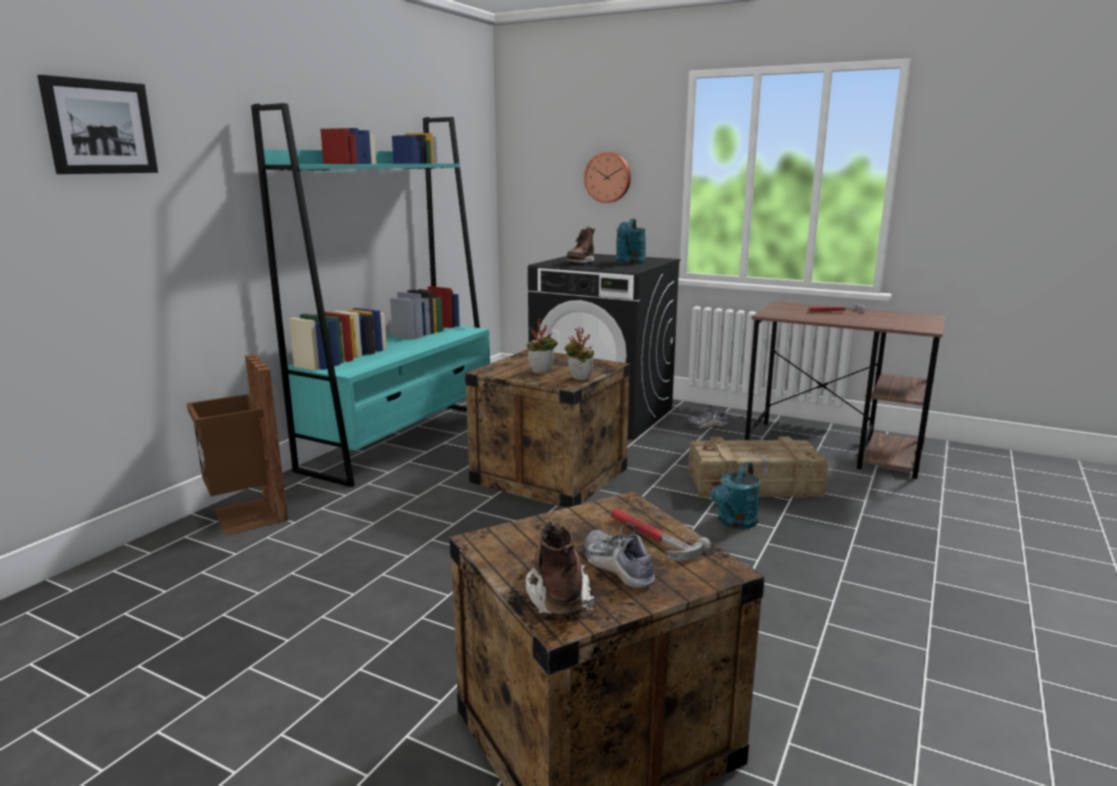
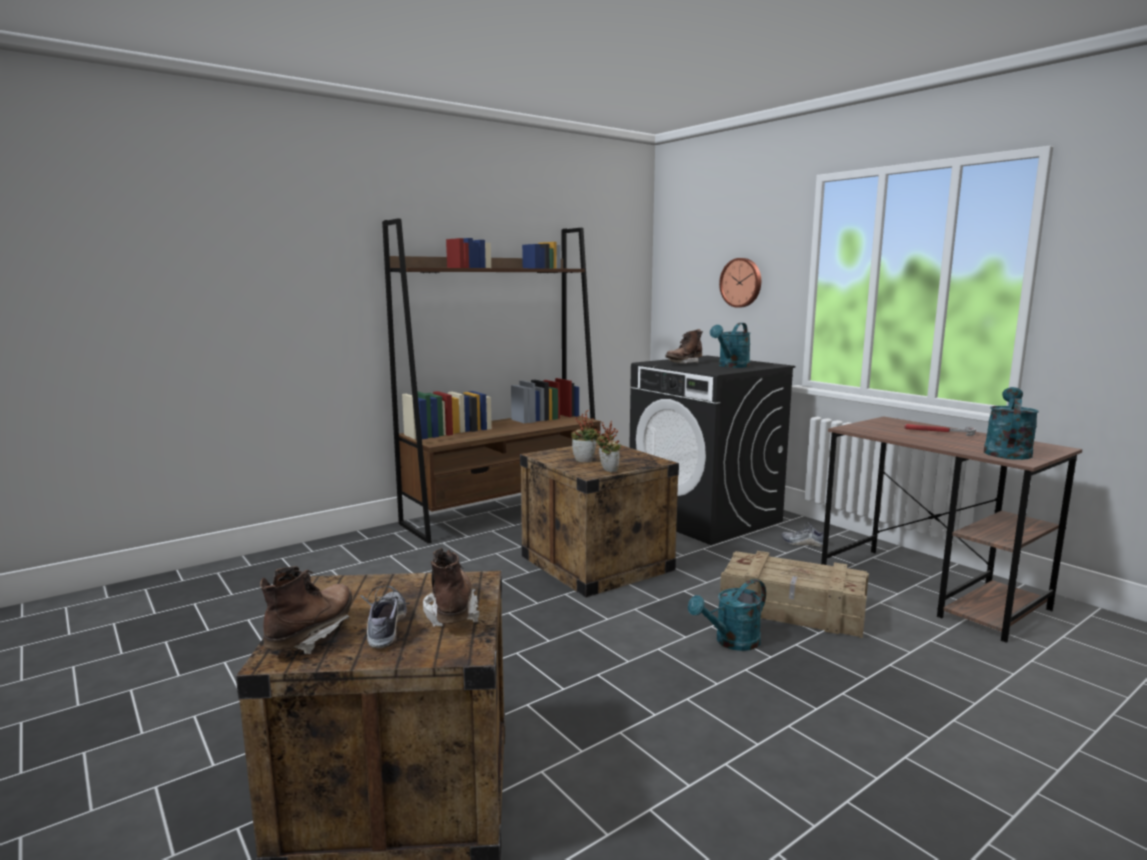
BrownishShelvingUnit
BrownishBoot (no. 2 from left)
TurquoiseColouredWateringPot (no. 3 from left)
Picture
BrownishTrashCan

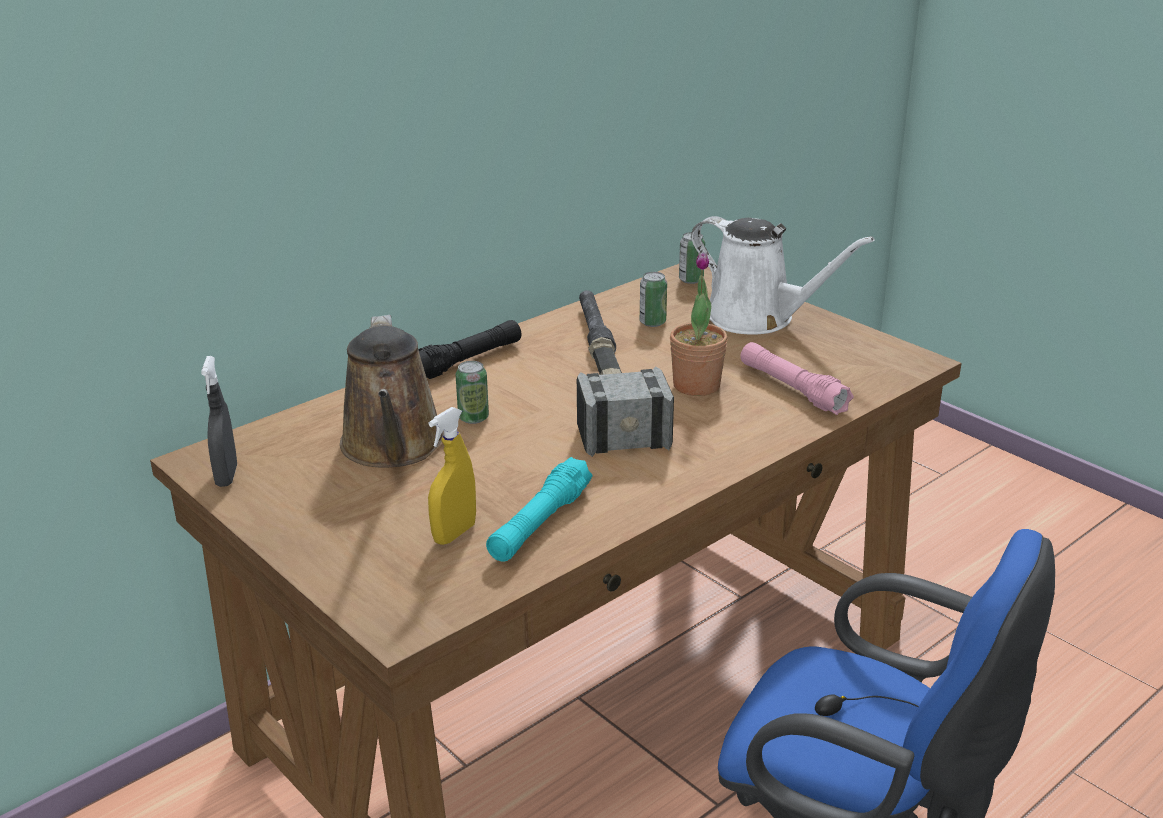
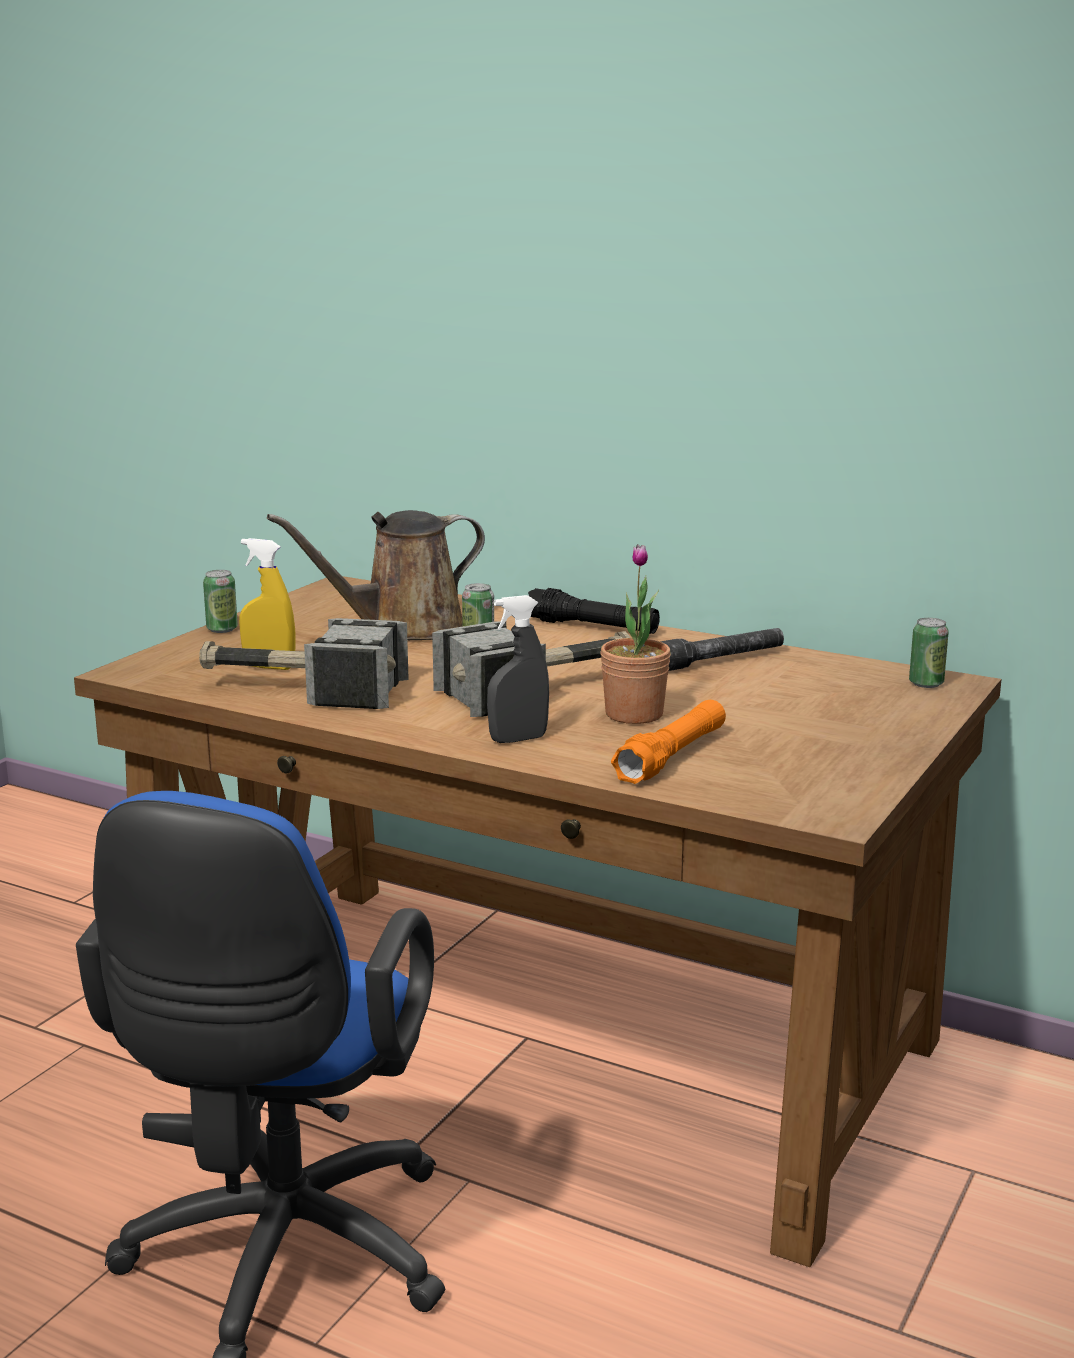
Hammer (no. 1 from left)
MetalCan (no. 1 from left)
GreySprayBottle
OrangeHandTorch
WhiteColouredWateringPot

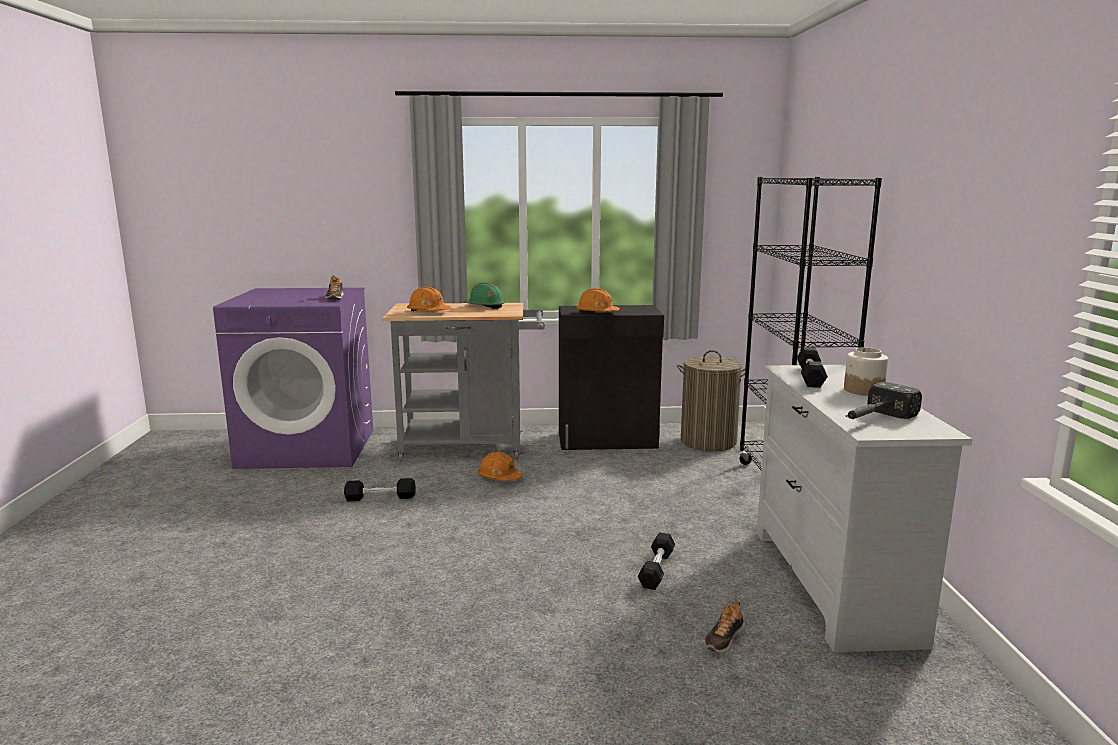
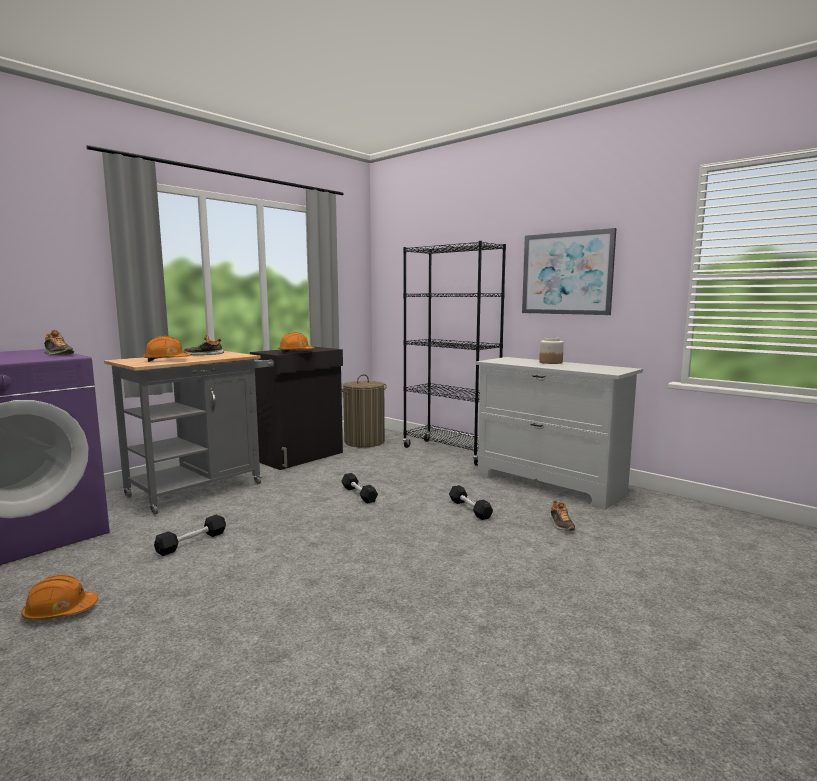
OrangeSafetyHelmet (no. 1 from left)
Shoe (no. 2 from left)
BlackColouredFreeWeight (no. 2 from left)
Picture
Hammer

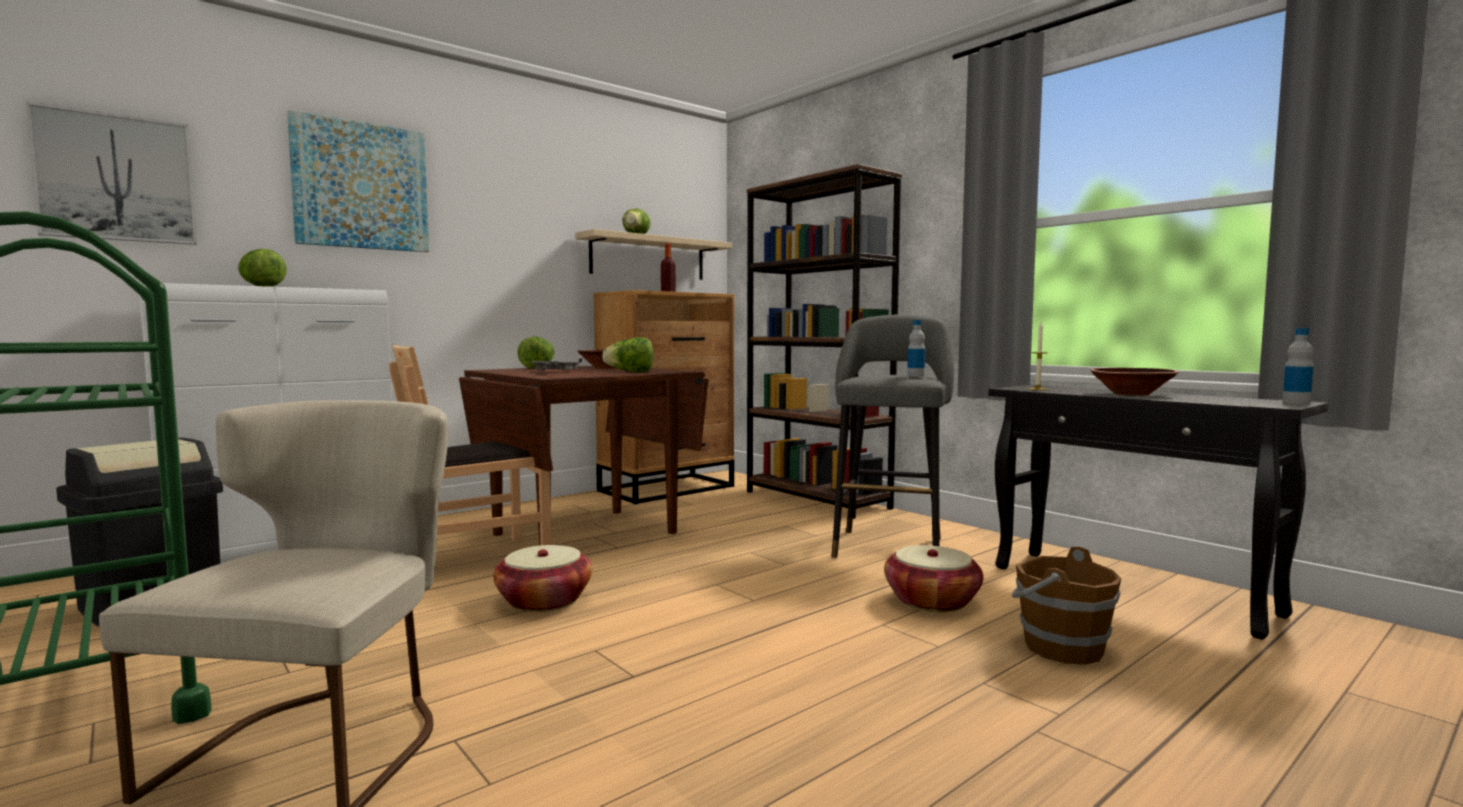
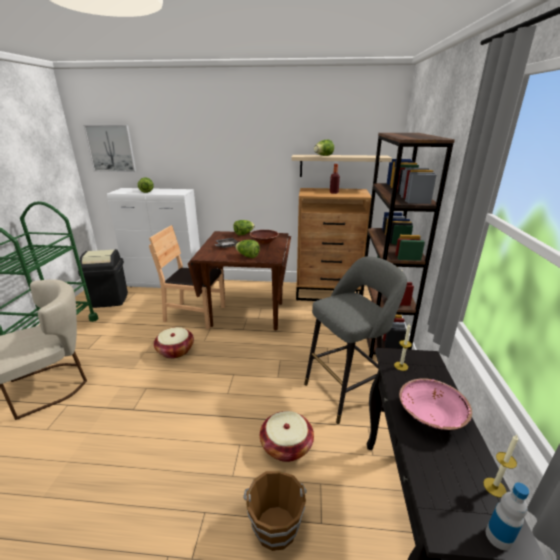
PinkColouredServingBowl
WaxLight (no. 2 from left)
Picture (no. 2 from left in the first image)
Bottle (no. 2 from left in the first image)

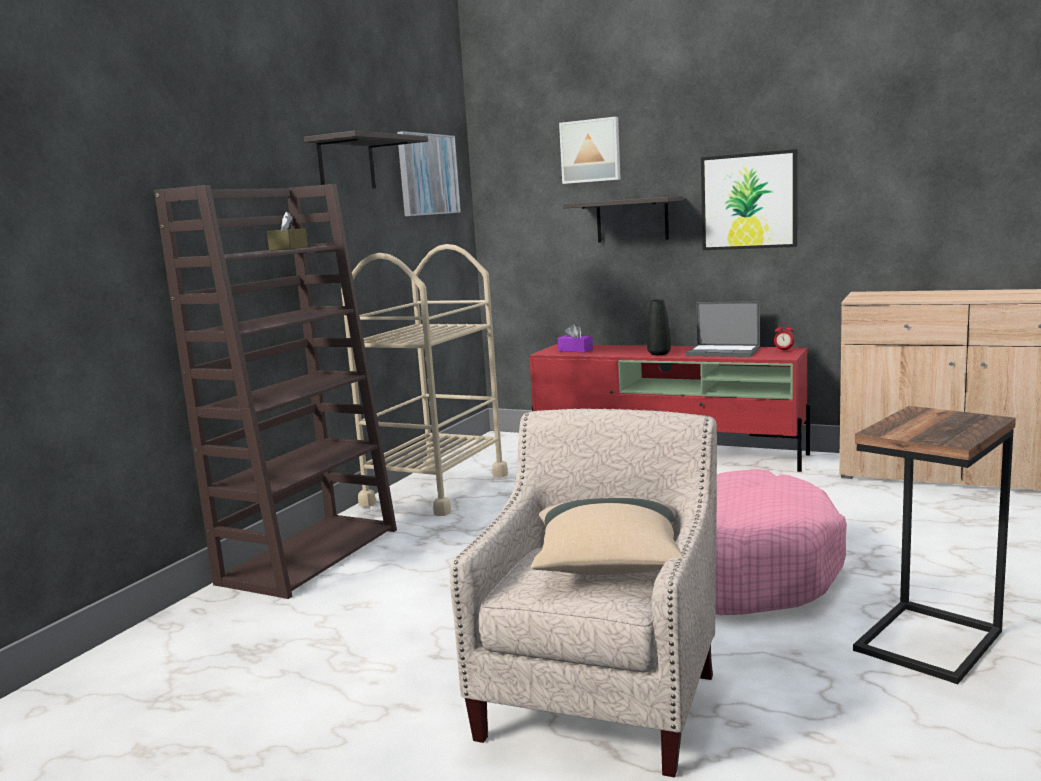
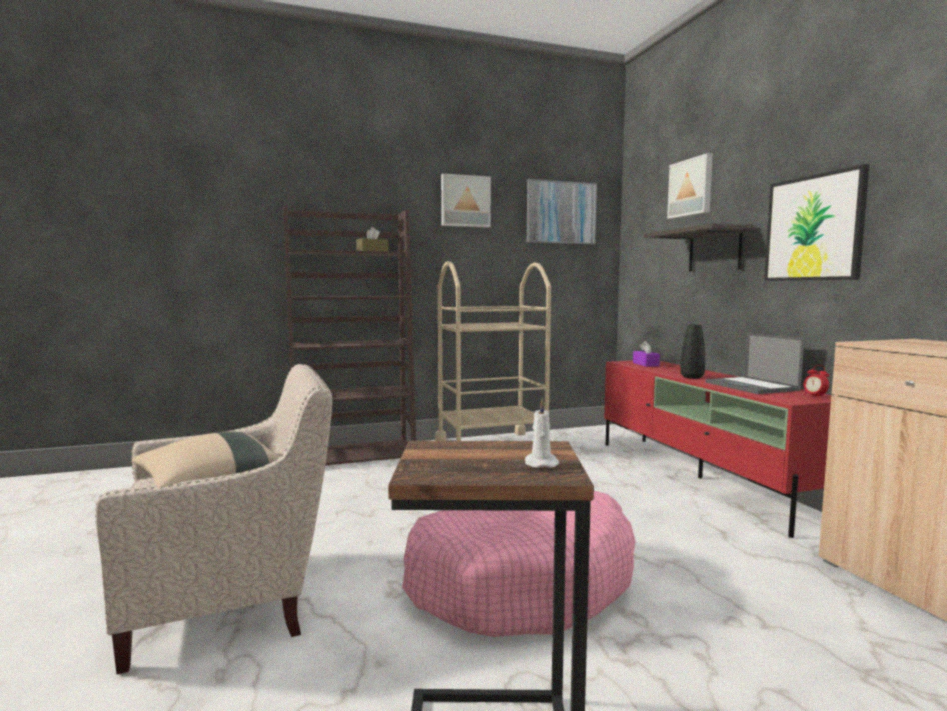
Picture (no. 1 from left)
WhiteColouredWaxLight

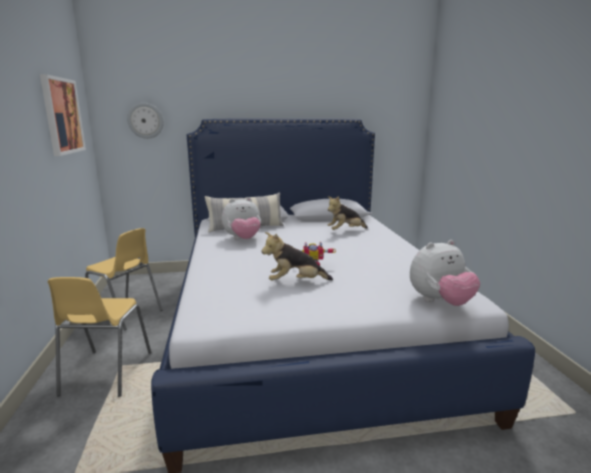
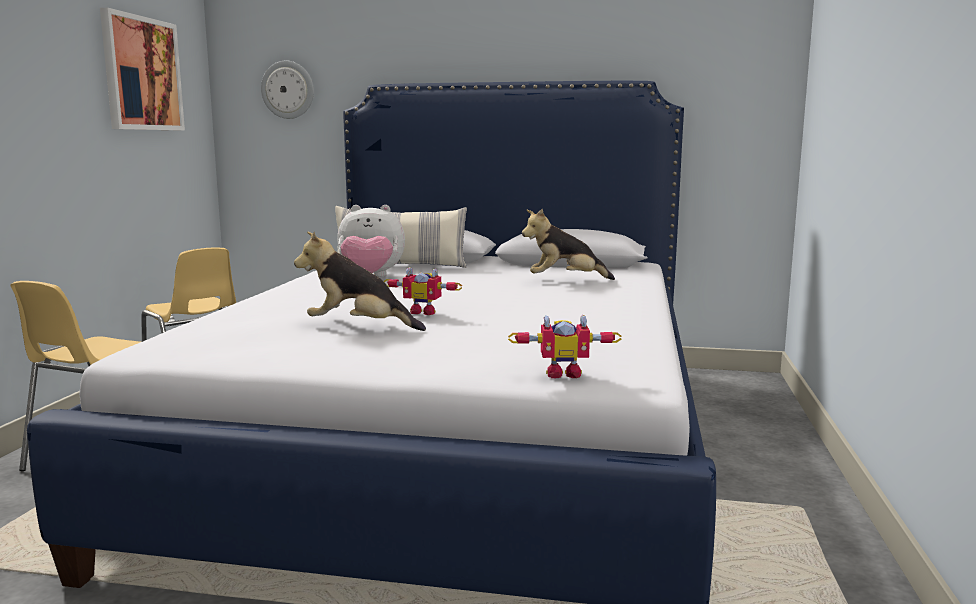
ToyRobot (no. 2 from left)

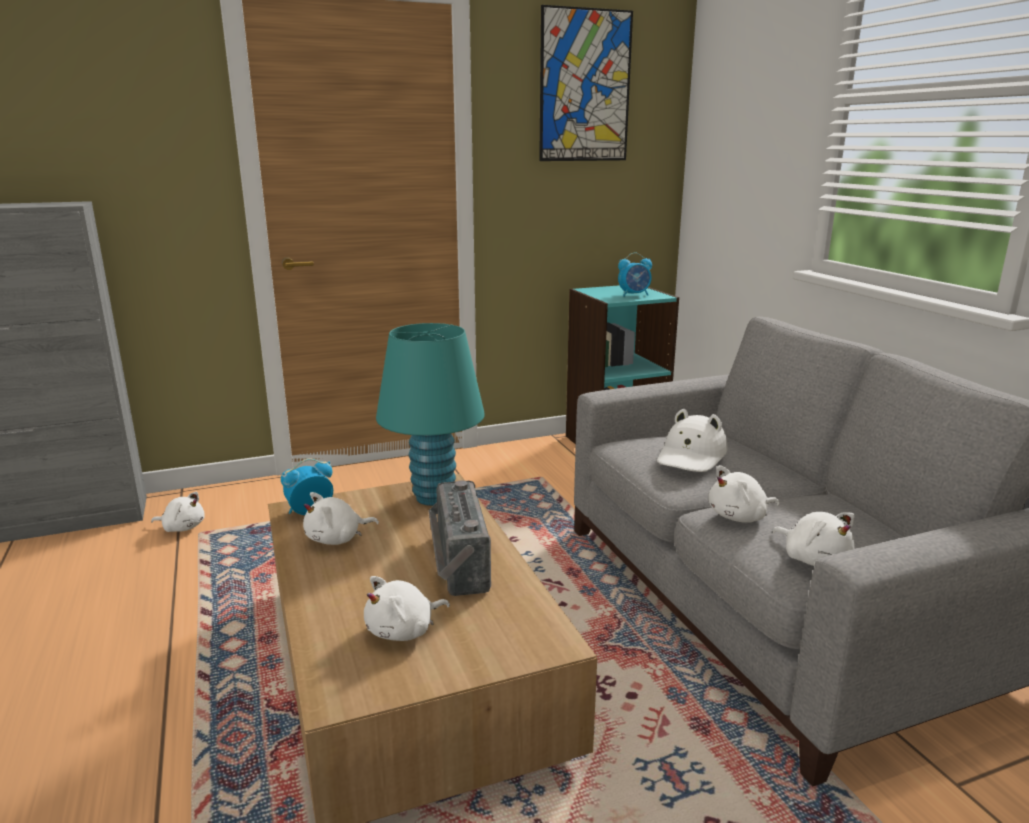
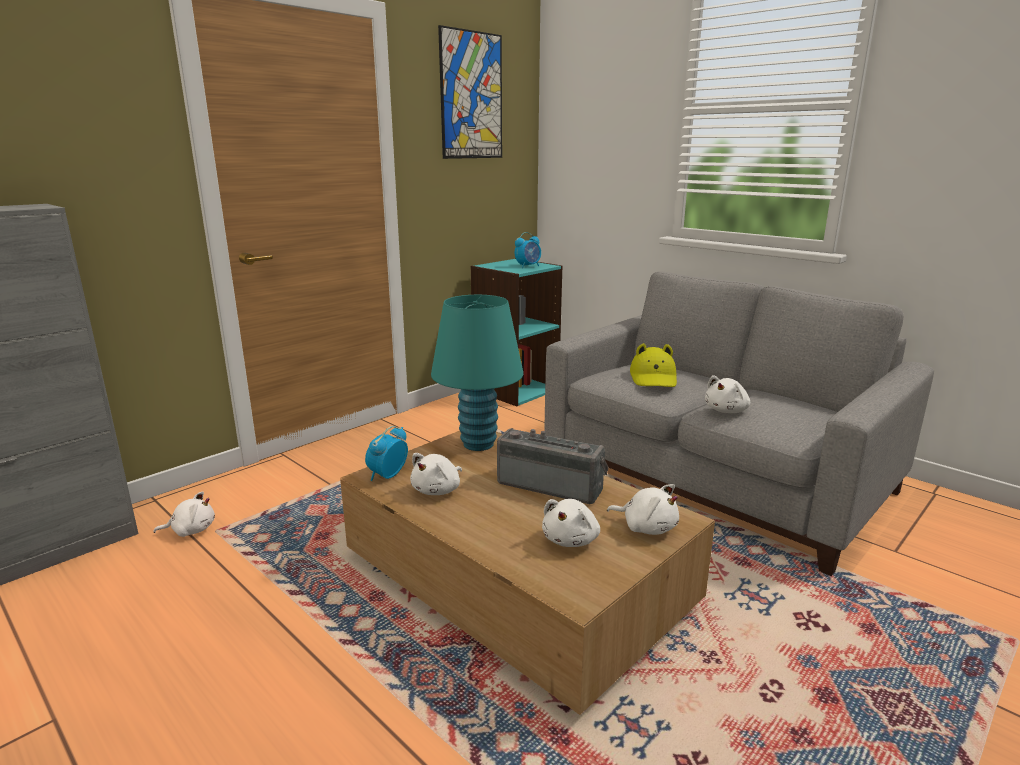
RadioReceiver
WhiteColouredPlushToy (no. 4 from left)
YellowishHat

